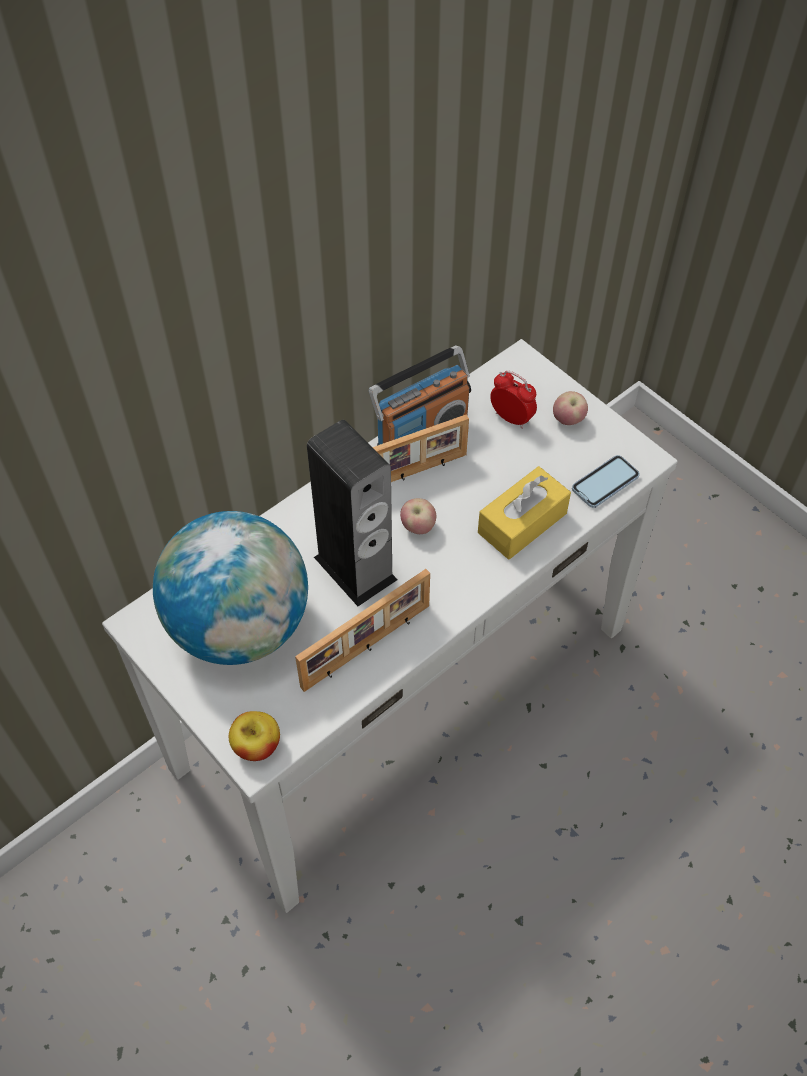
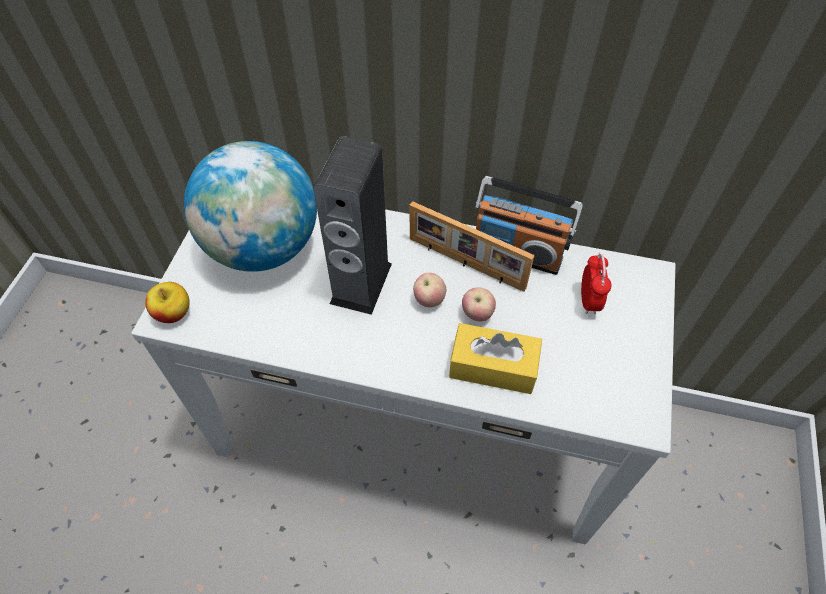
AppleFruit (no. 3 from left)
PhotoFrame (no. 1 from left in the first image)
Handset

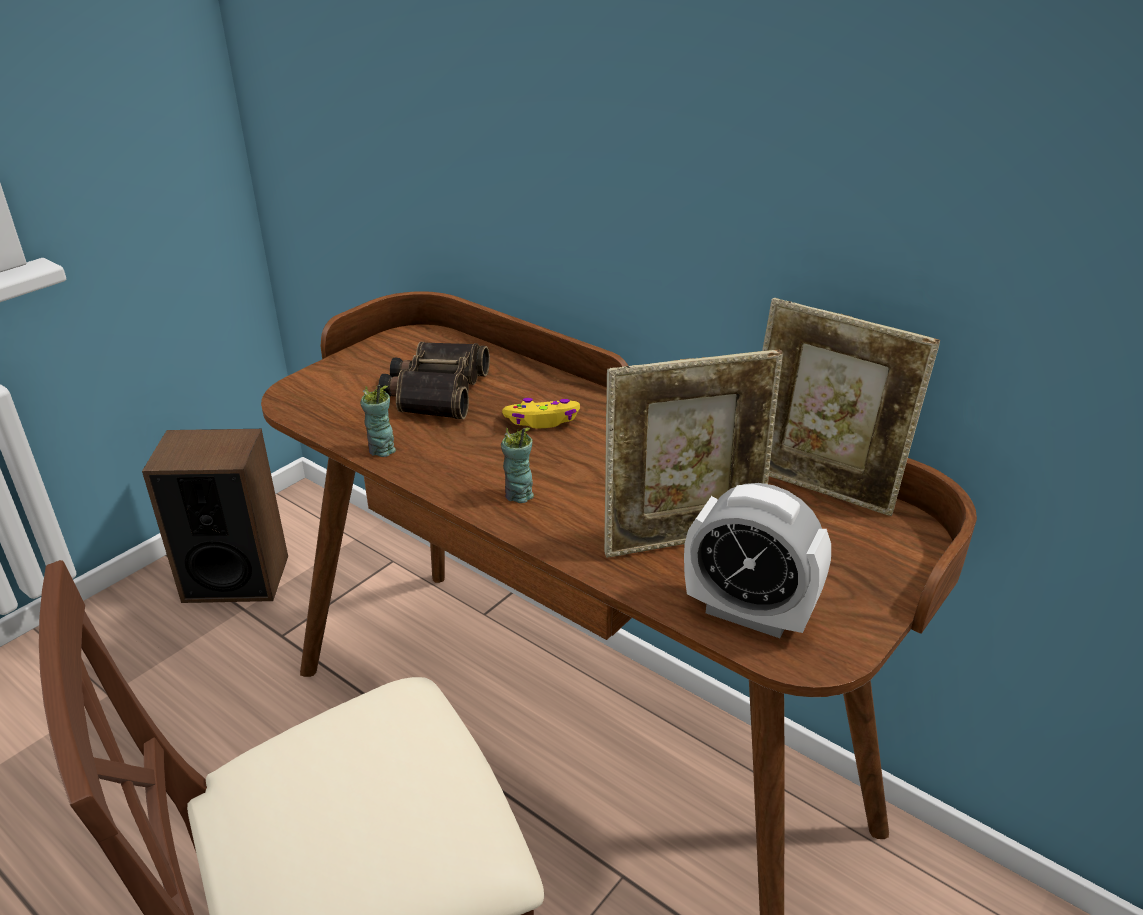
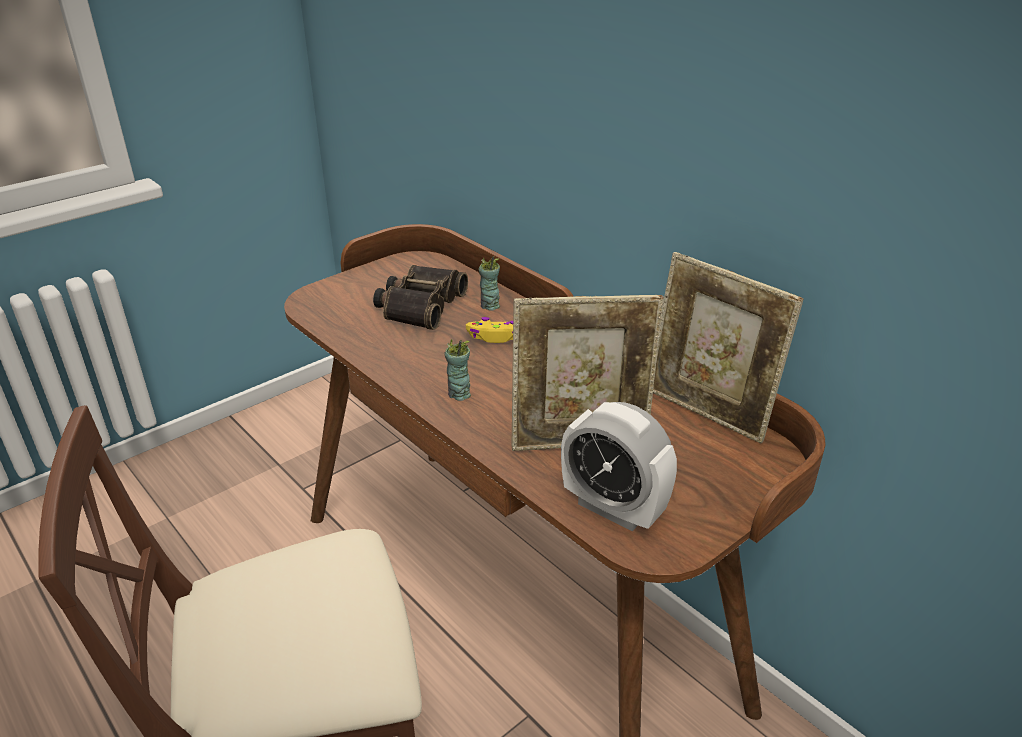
Cup (no. 2 from left)
AudioSpeaker

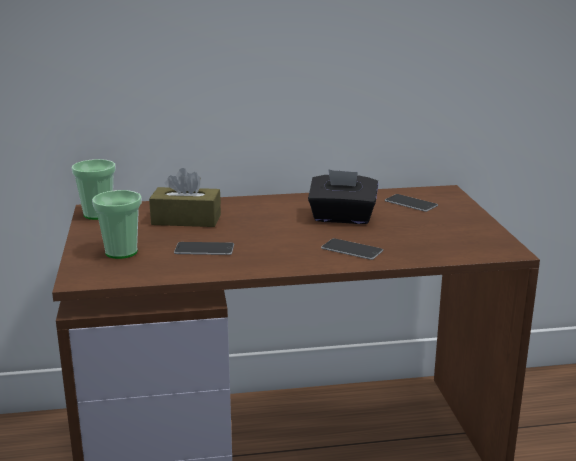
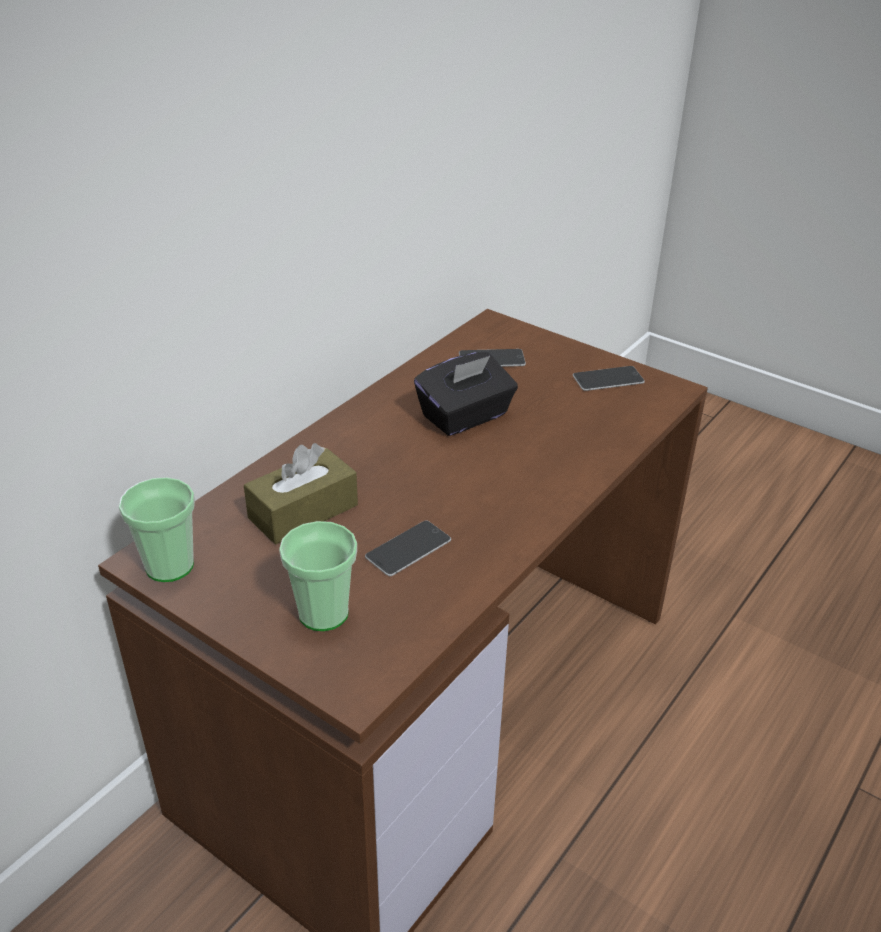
Handset (no. 3 from left)

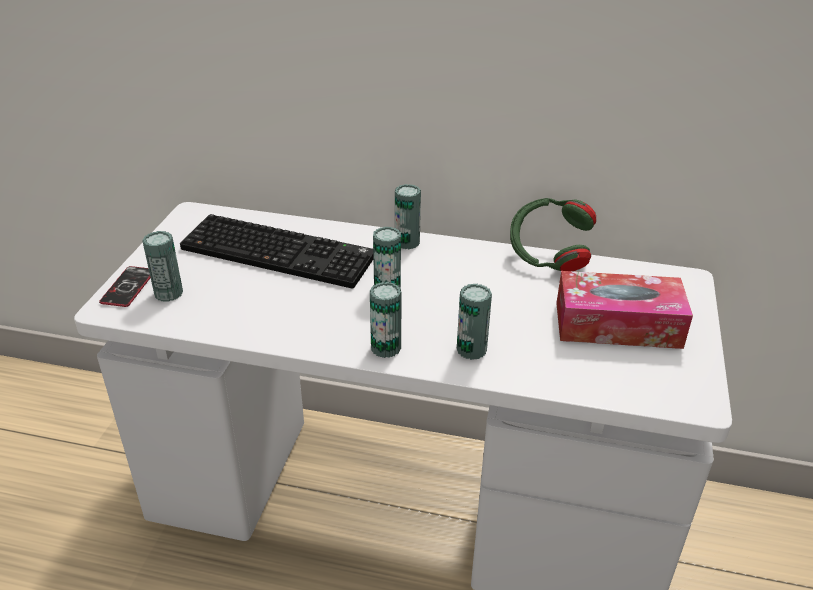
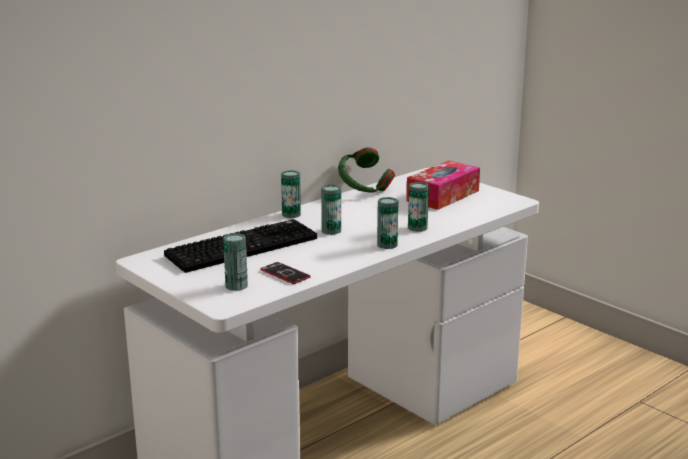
Handset

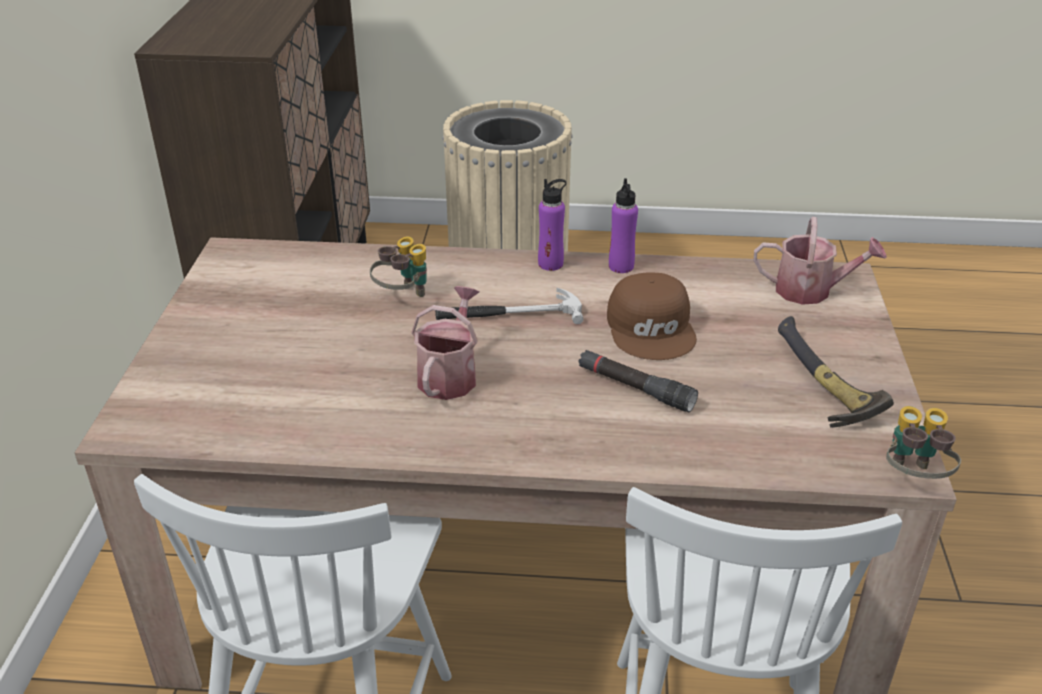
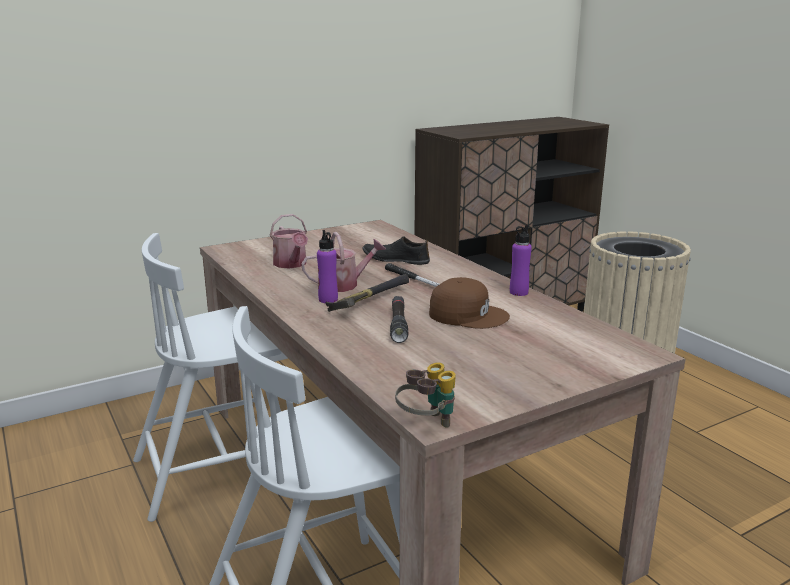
WateringPot (no. 1 from left)
PurpleColouredBottle (no. 1 from left)
Hammer (no. 1 from left)
BlackColouredShoe
BrownishPeakedCap

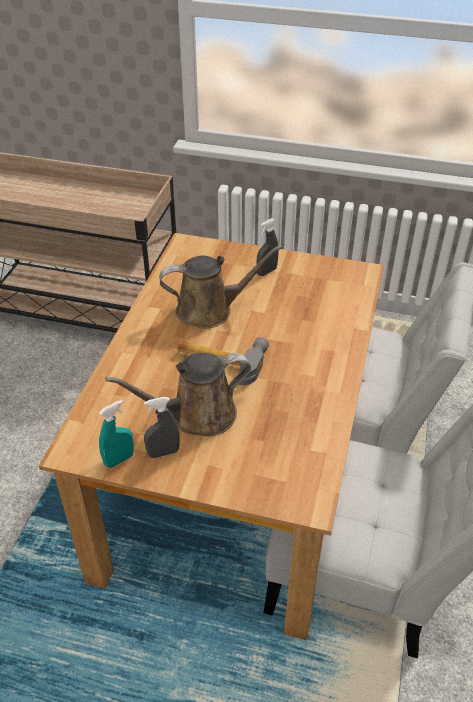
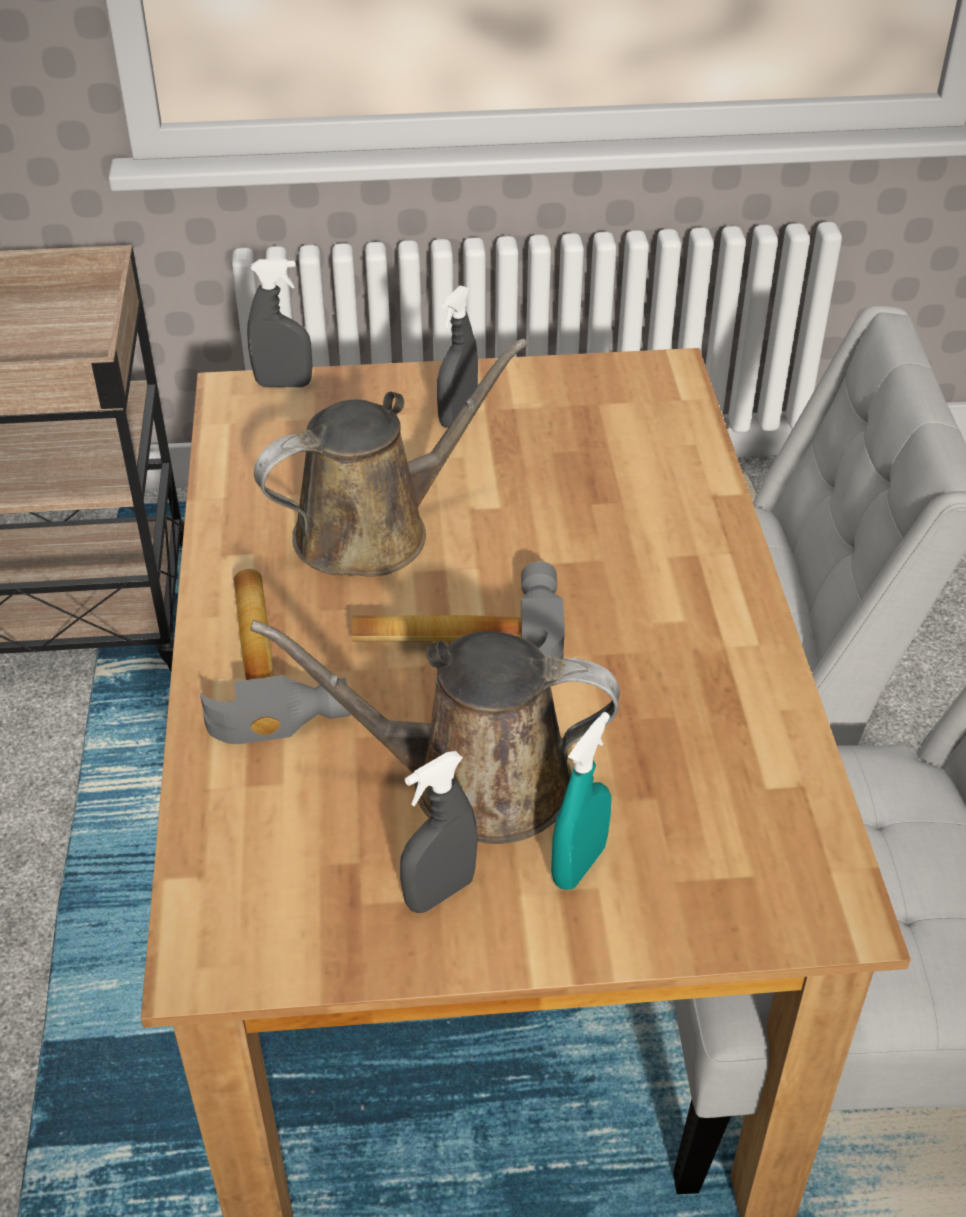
Hammer (no. 1 from left)
GreySprayBottle (no. 1 from left)
BrownishWateringPot (no. 2 from left)
TurquoiseColouredSprayBottle

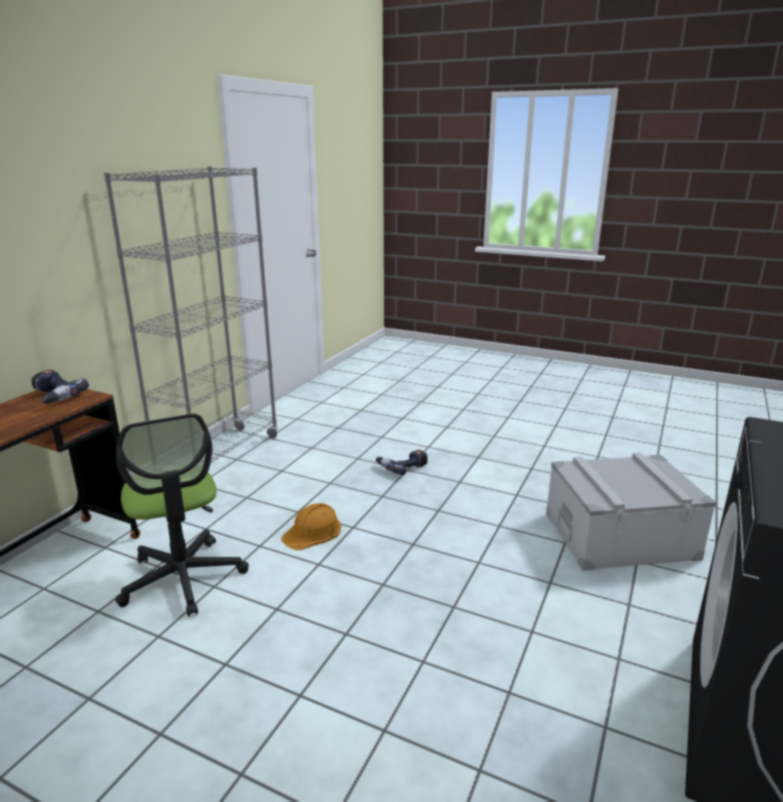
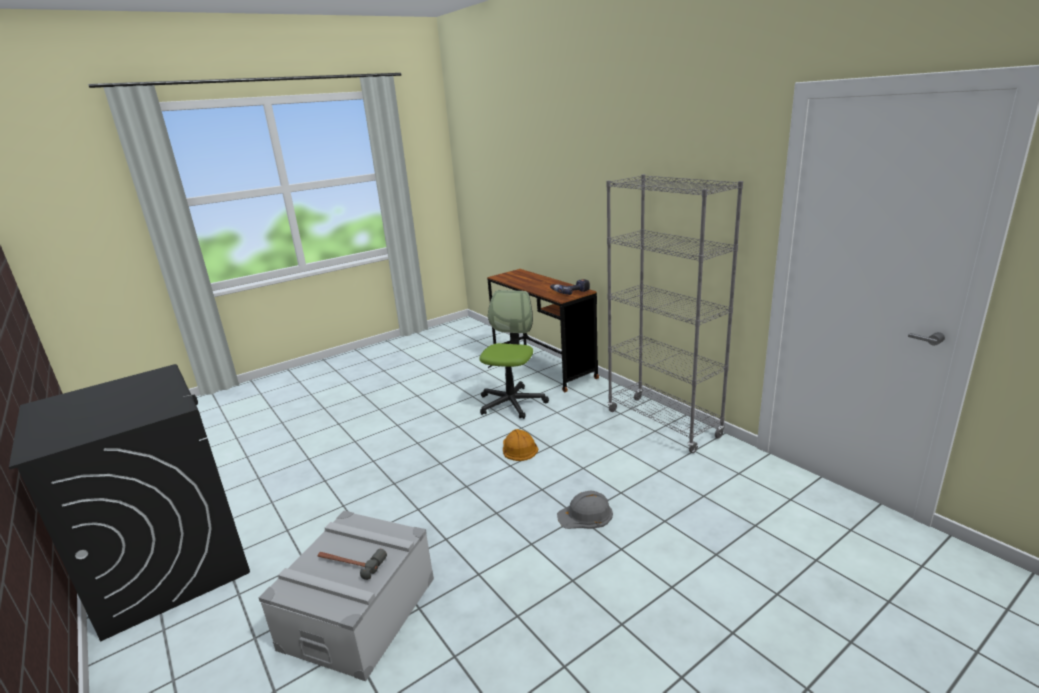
Hammer
OfficeChair
GreySafetyHelmet

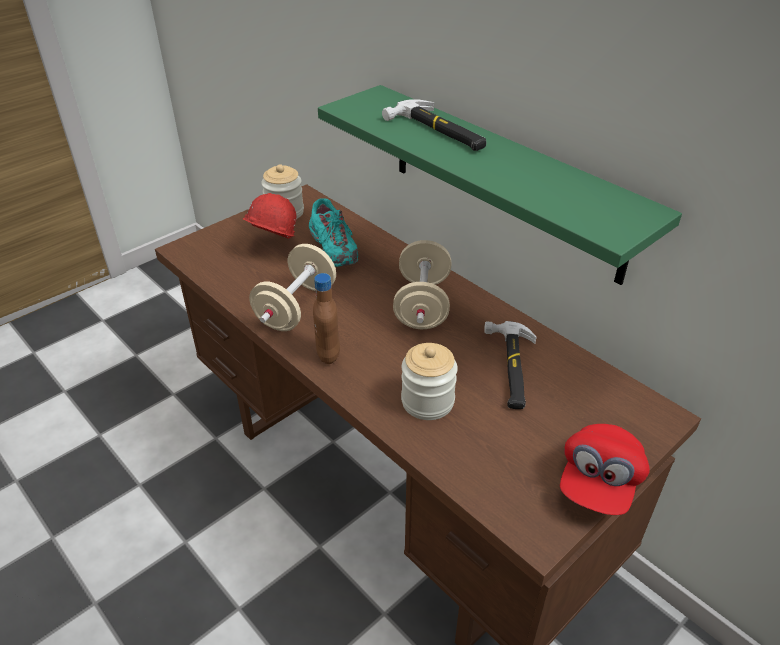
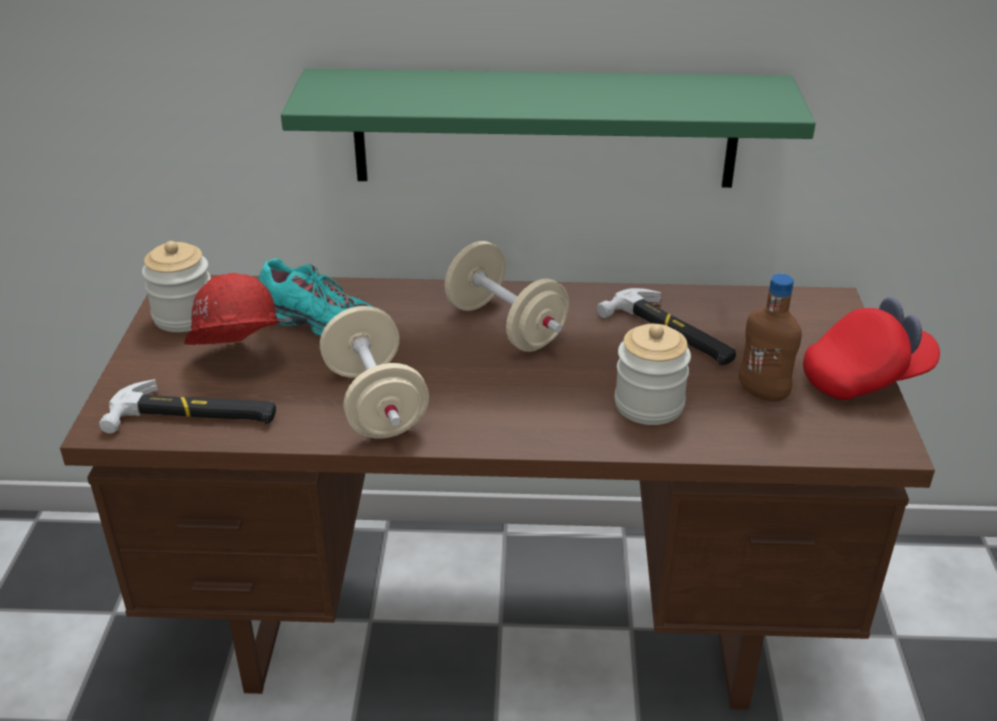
Hammer (no. 1 from left)
BrownishBottle
RedColouredPeakedCap

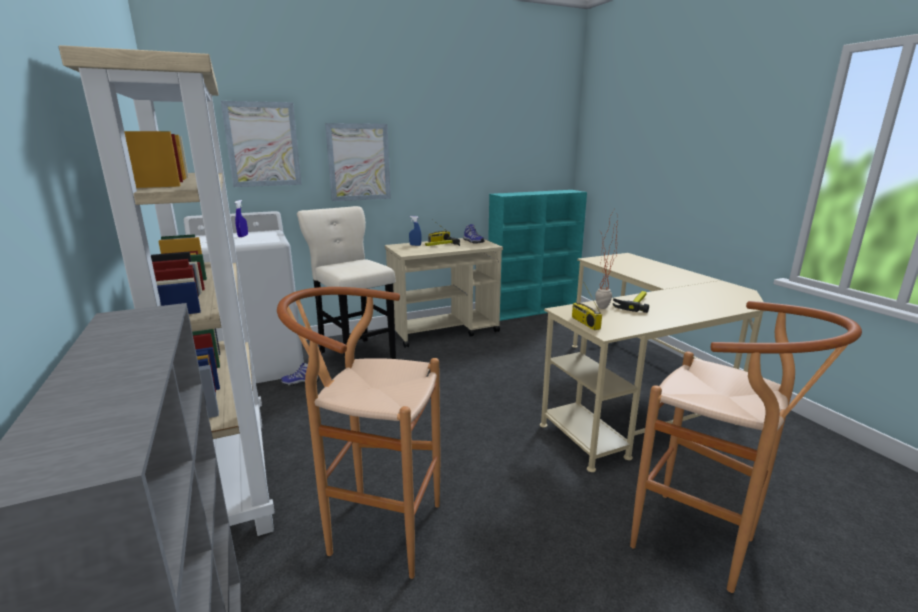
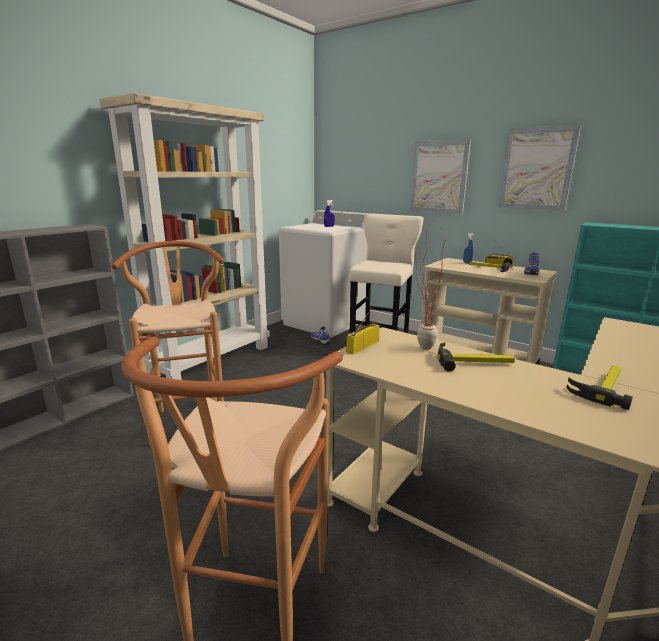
Picture (no. 2 from left)
Hammer (no. 3 from left)

